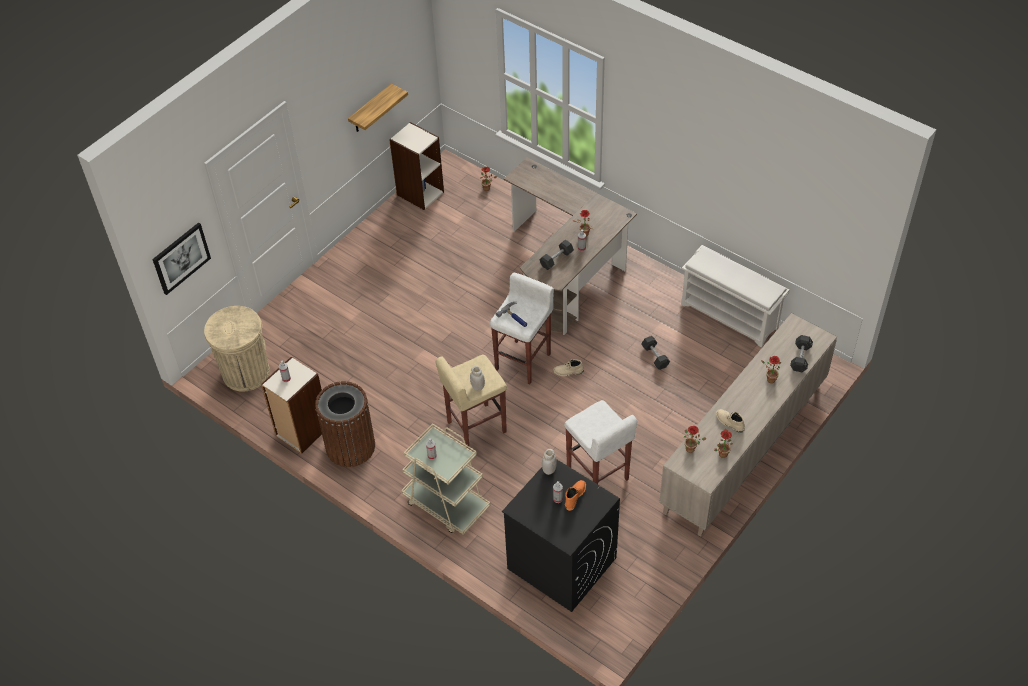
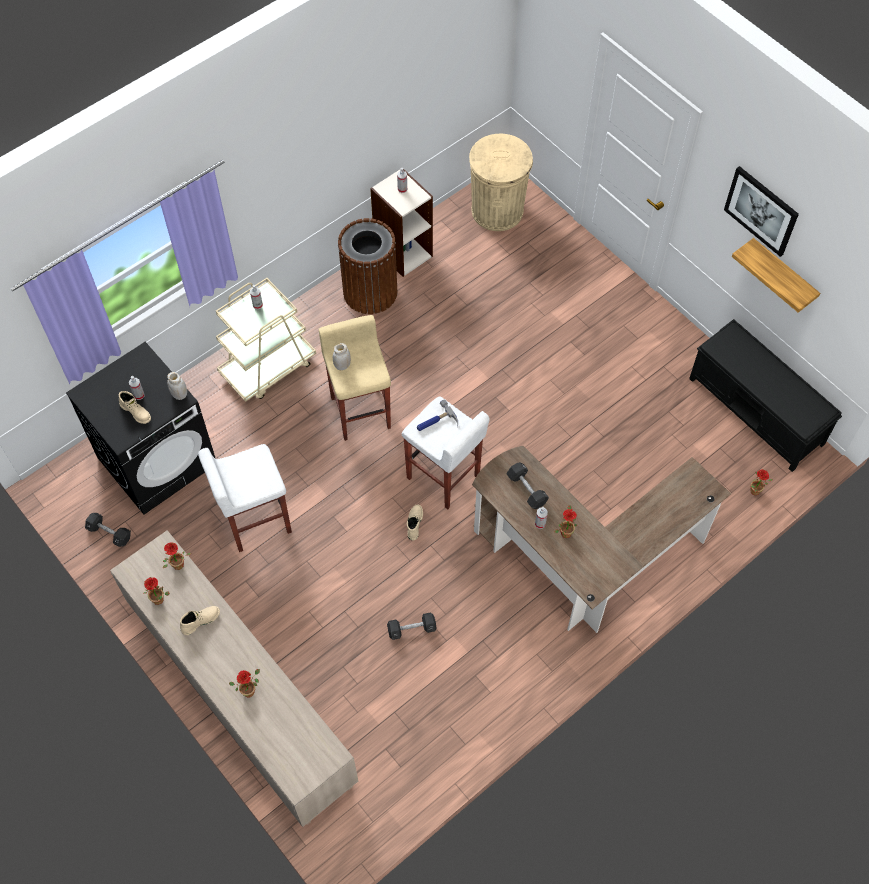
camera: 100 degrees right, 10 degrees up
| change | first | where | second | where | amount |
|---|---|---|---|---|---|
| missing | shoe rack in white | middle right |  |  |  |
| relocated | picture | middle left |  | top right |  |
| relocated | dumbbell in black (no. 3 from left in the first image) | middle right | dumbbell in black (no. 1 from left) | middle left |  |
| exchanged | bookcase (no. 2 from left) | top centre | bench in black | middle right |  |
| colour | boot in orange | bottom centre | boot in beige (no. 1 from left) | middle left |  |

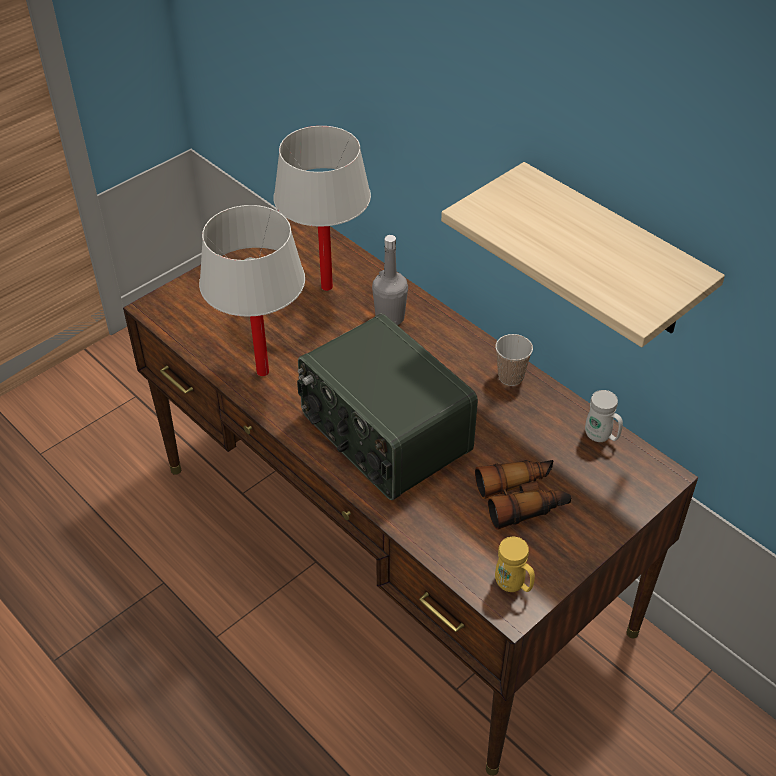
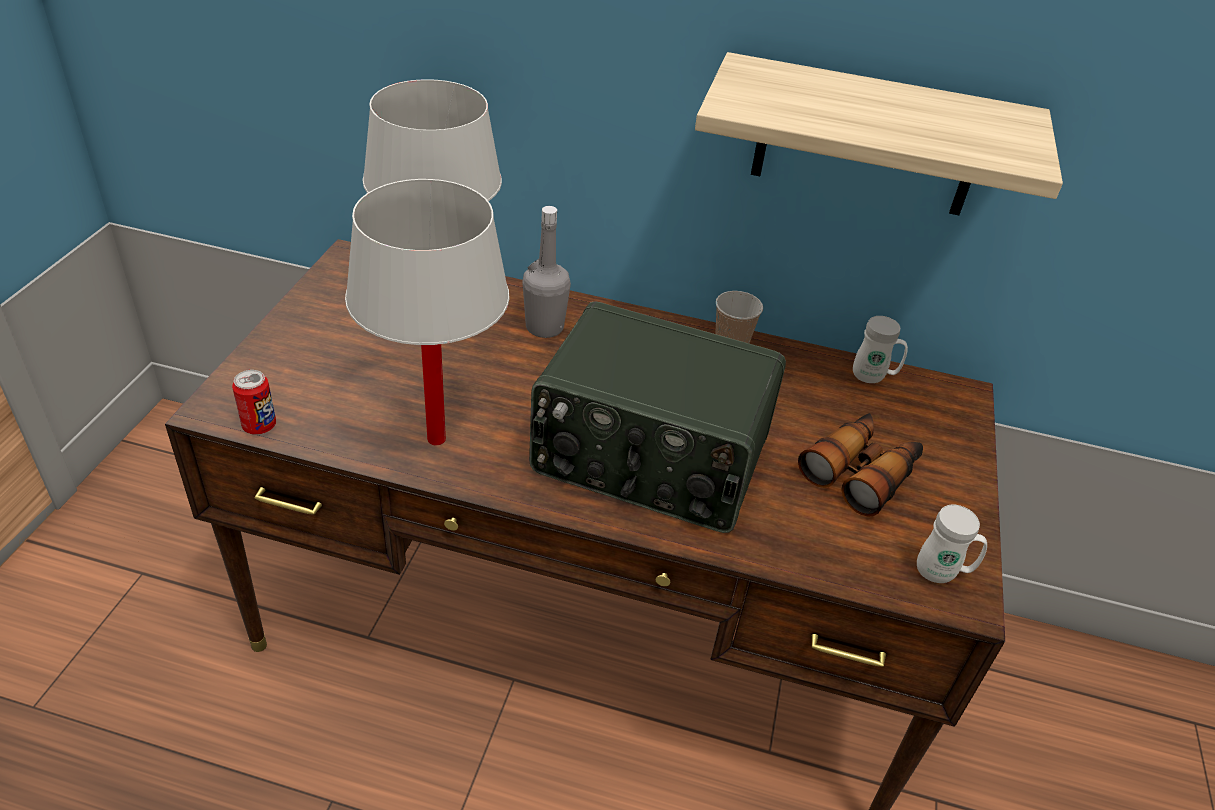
camera: 35 degrees left, 5 degrees down
| change | first | where | second | where | amount |
|---|---|---|---|---|---|
| appeared |  |  | can | middle left |  |
| colour | mug in yellow | bottom centre | mug in white (no. 2 from left) | bottom right |  |

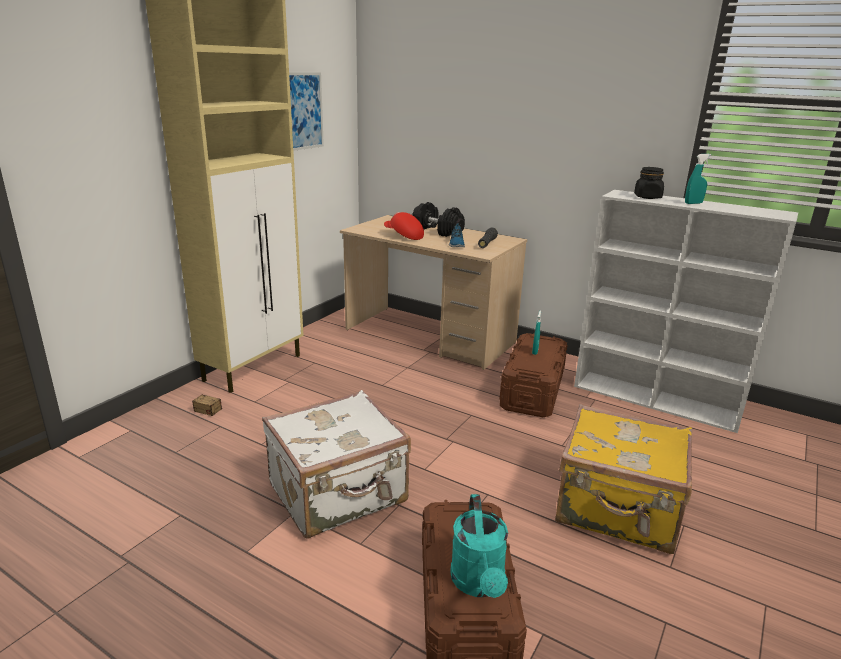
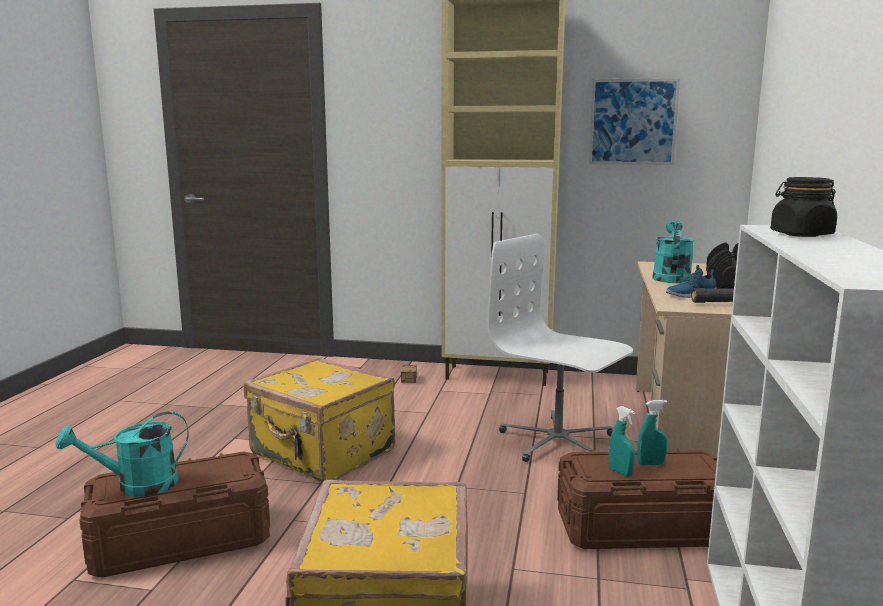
camera: 70 degrees right, 10 degrees down
| change | first | where | second | where | amount |
|---|---|---|---|---|---|
| appeared |  |  | office chair in white | centre |  |
| relocated | spray bottle in turquoise (no. 2 from left in the first image) | top right | spray bottle in turquoise (no. 1 from left) | bottom right |  |
| exchanged | cap in red | centre | watering can in turquoise (no. 2 from left) | middle right |  |
| colour | suitcase in white | bottom centre | suitcase in yellow (no. 1 from left) | bottom centre |  |

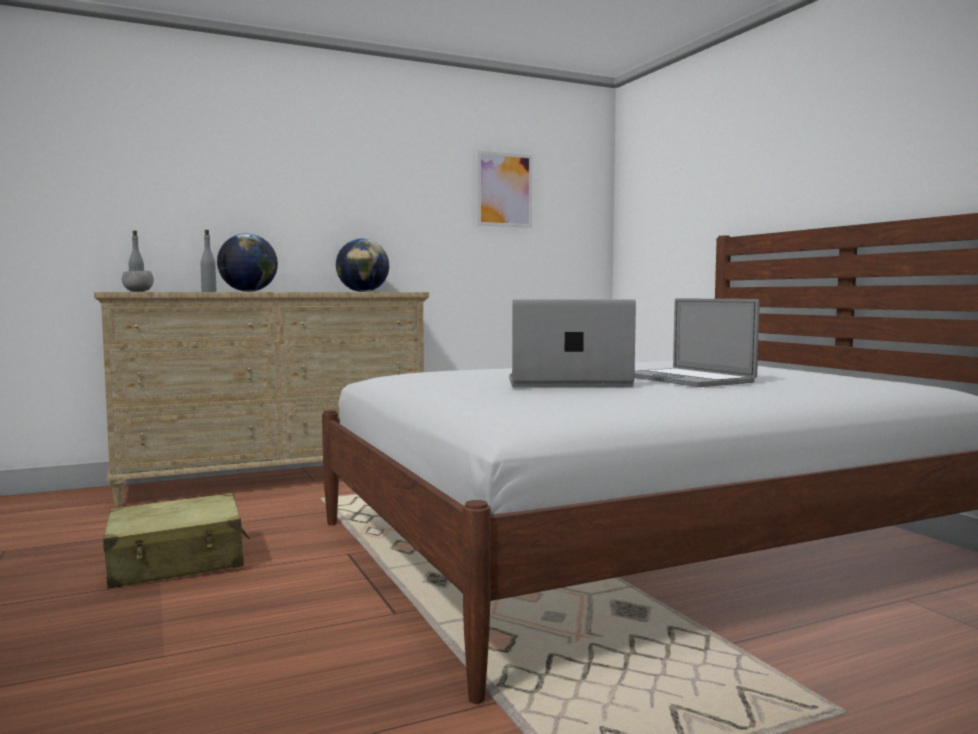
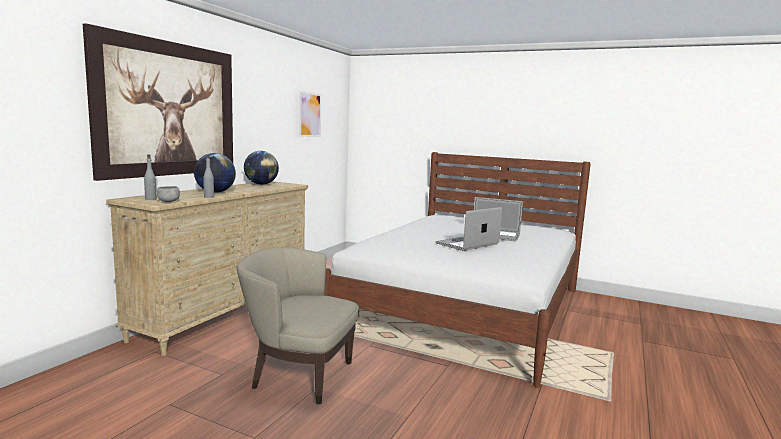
camera: 40 degrees left, 5 degrees up
| change | first | where | second | where | amount |
|---|---|---|---|---|---|
| appeared |  |  | picture (no. 1 from left) | top left |  |
| exchanged | suitcase in beige | bottom left | armchair in beige | bottom centre |  |

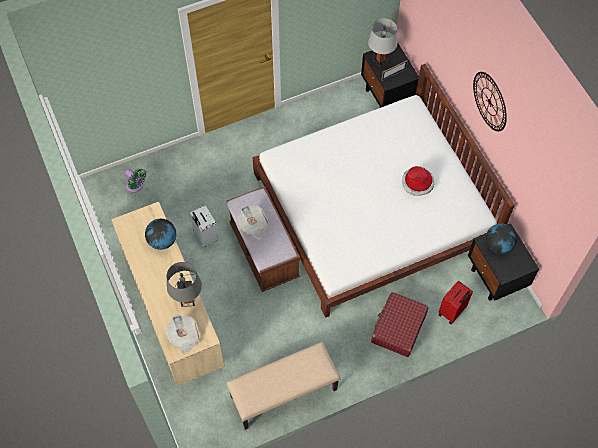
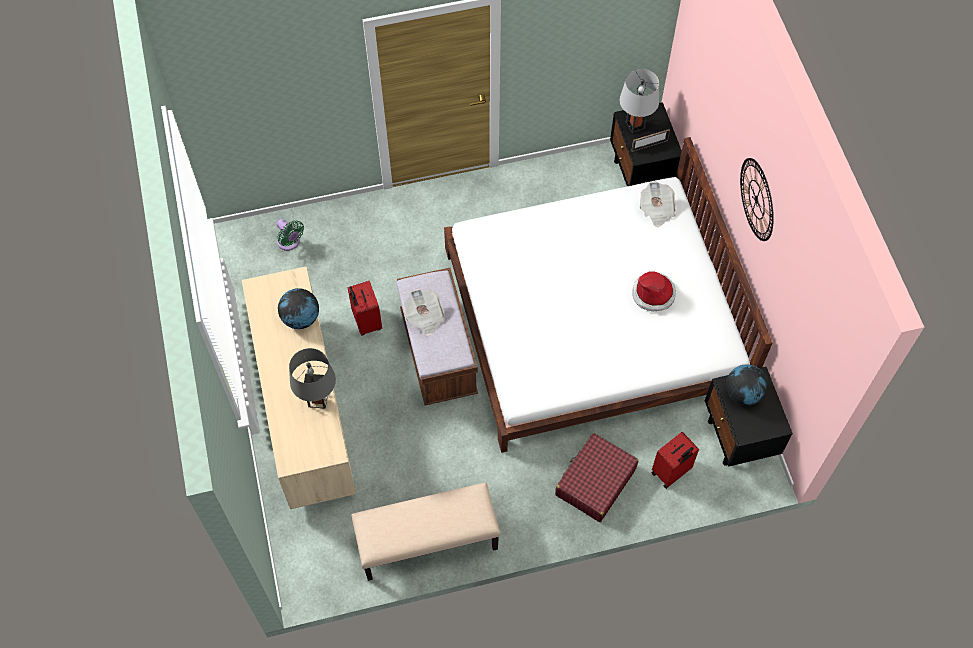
camera: 10 degrees right, 0 degrees up
| change | first | where | second | where | amount |
|---|---|---|---|---|---|
| relocated | newspaper (no. 1 from left in the first image) | bottom left | newspaper (no. 2 from left) | top right |  |
| colour | suitcase in white | centre | suitcase in red (no. 1 from left) | centre |  |

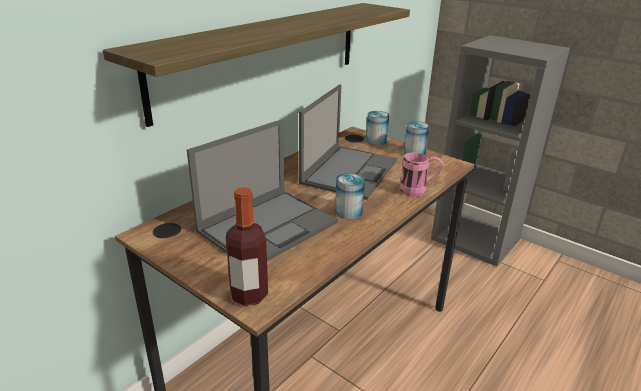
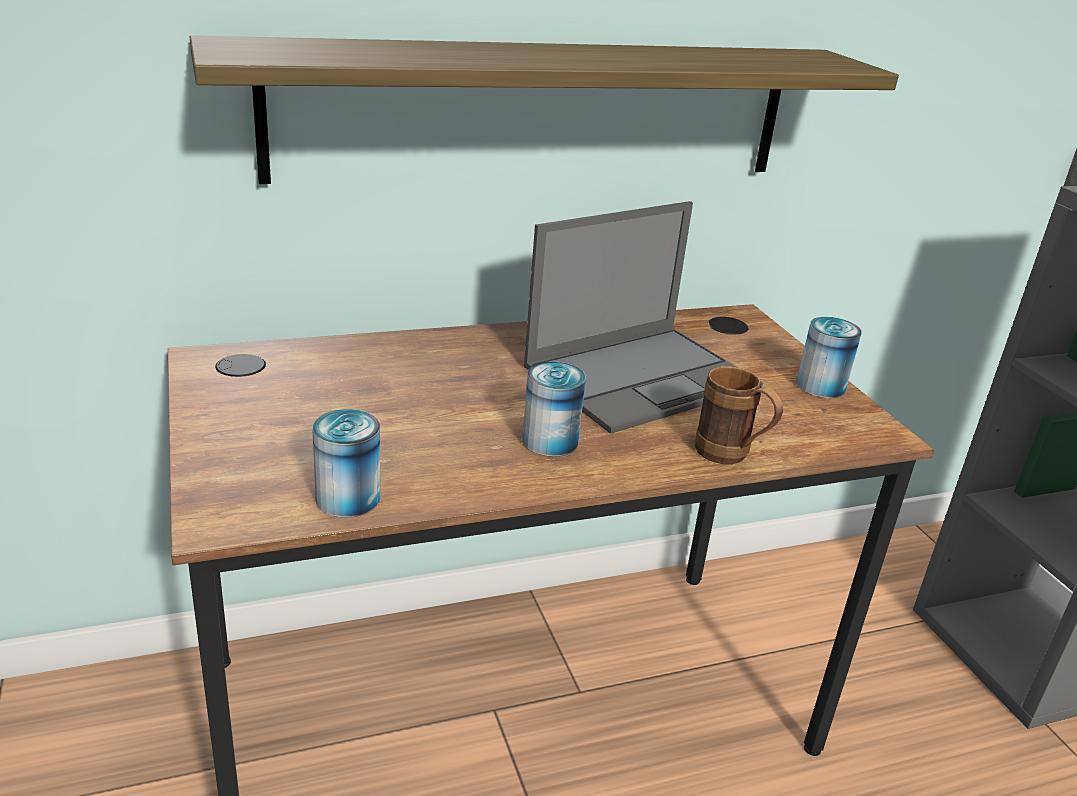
camera: 30 degrees right, 0 degrees up
| change | first | where | second | where | amount |
|---|---|---|---|---|---|
| missing | laptop (no. 1 from left) | centre |  |  |  |
| missing | bottle | centre |  |  |  |
| relocated | can (no. 2 from left in the first image) | top centre | can (no. 1 from left) | middle left |  |
| colour | mug in pink | centre | mug in brown | middle right |  |

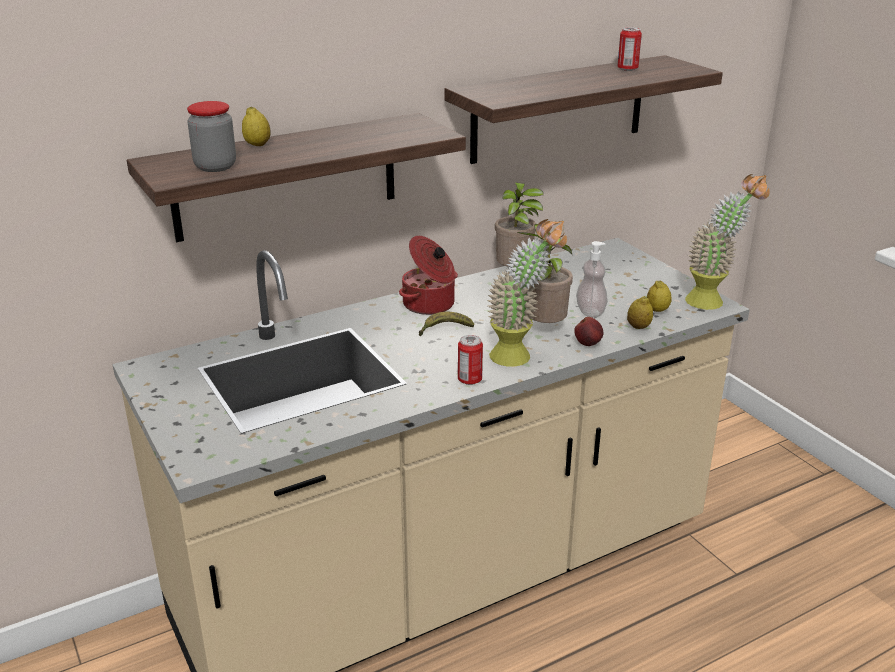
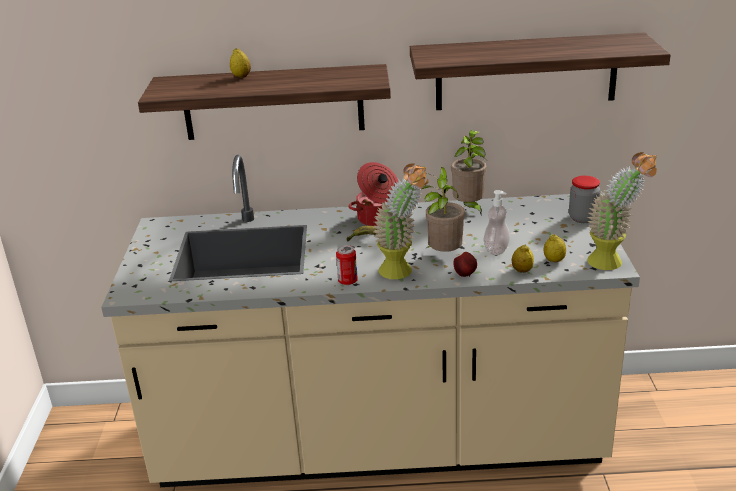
camera: 30 degrees right, 0 degrees up
| change | first | where | second | where | amount |
|---|---|---|---|---|---|
| missing | can (no. 2 from left) | top right |  |  |  |
| relocated | jar | top left |  | middle right |  |

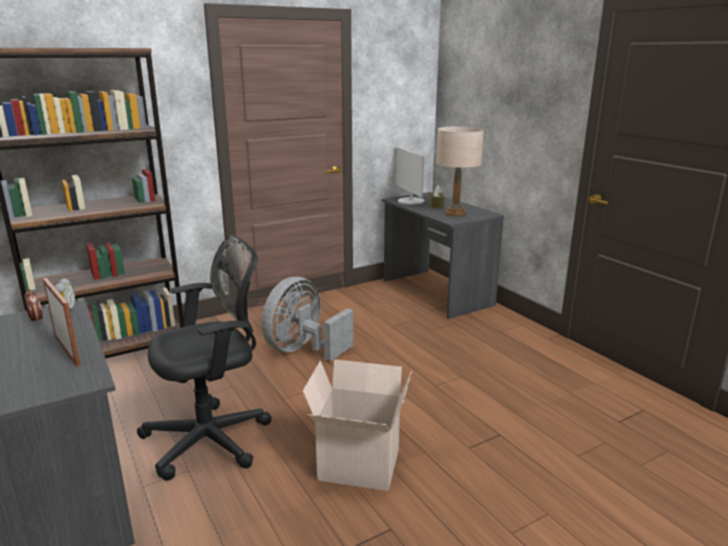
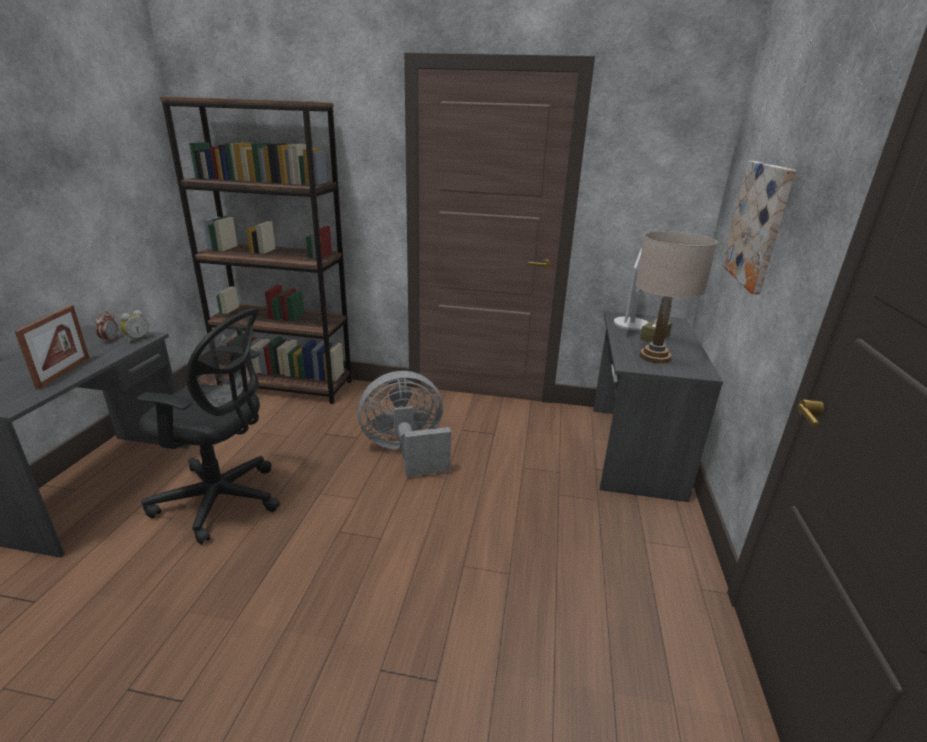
camera: 40 degrees right, 5 degrees up
| change | first | where | second | where | amount |
|---|---|---|---|---|---|
| missing | cardboard box | bottom centre |  |  |  |
| appeared |  |  | picture | top right |  |

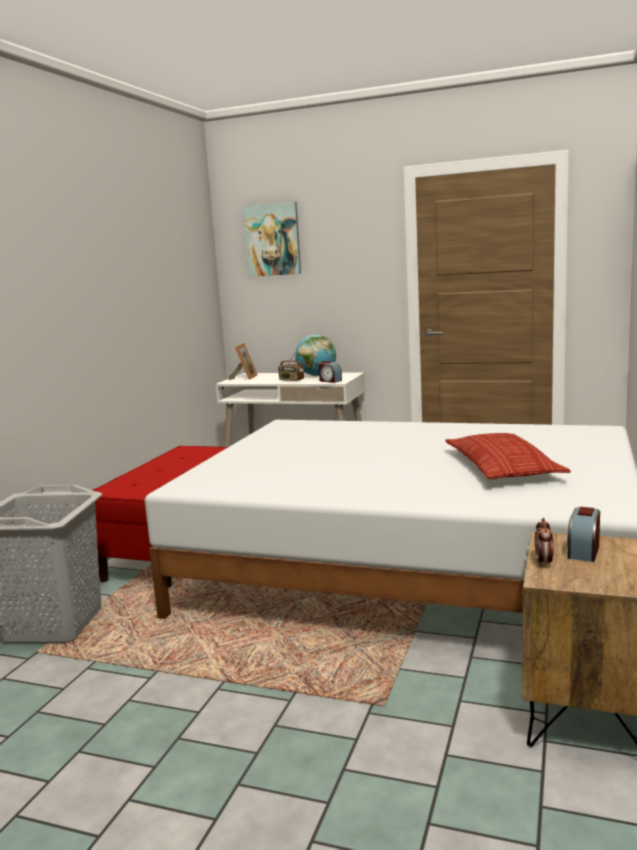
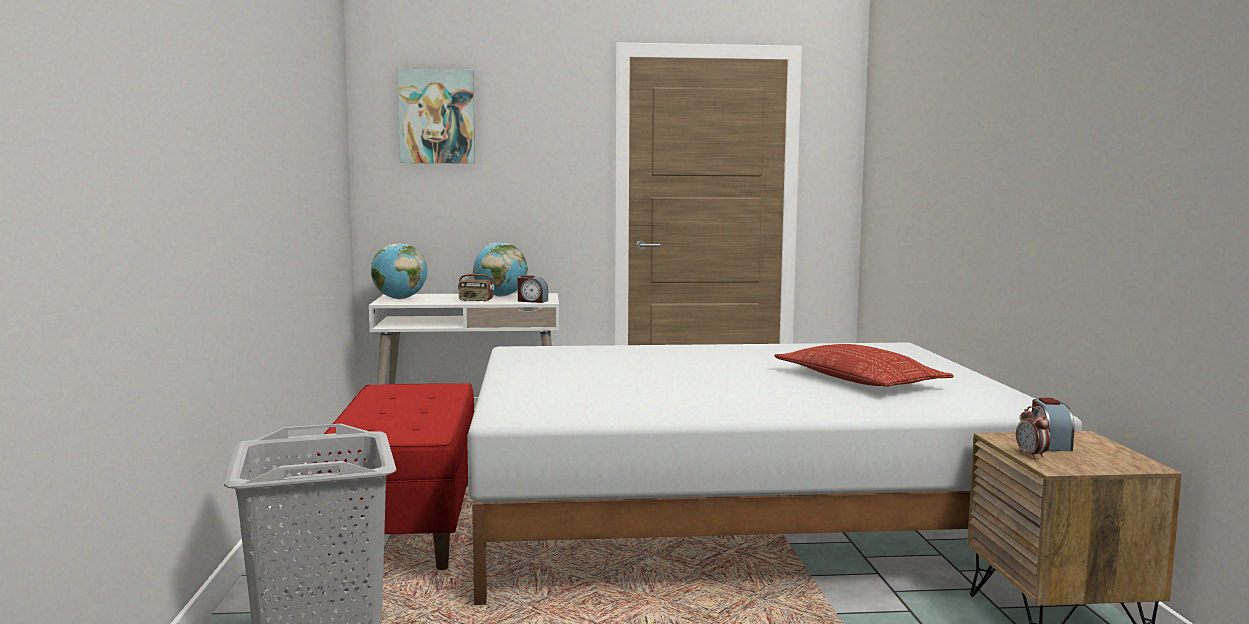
camera: 25 degrees left, 5 degrees down
| change | first | where | second | where | amount |
|---|---|---|---|---|---|
| exchanged | picture frame | centre | globe (no. 1 from left) | middle left |  |

